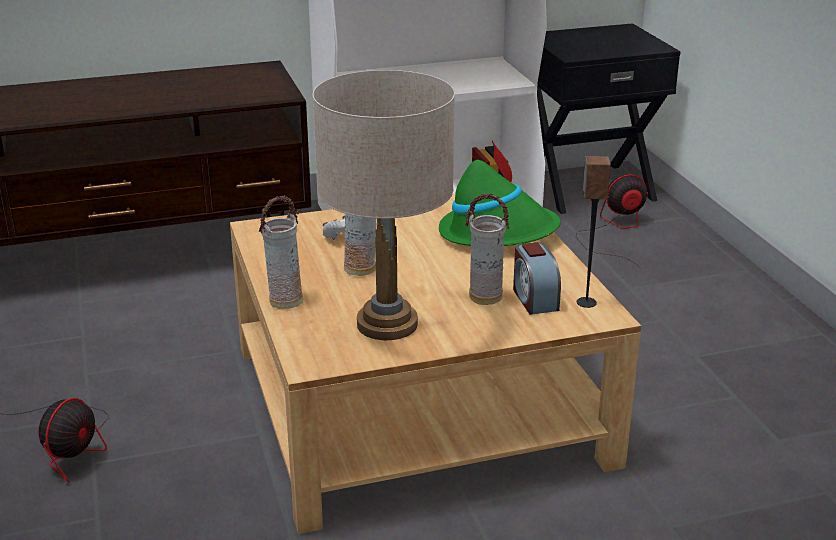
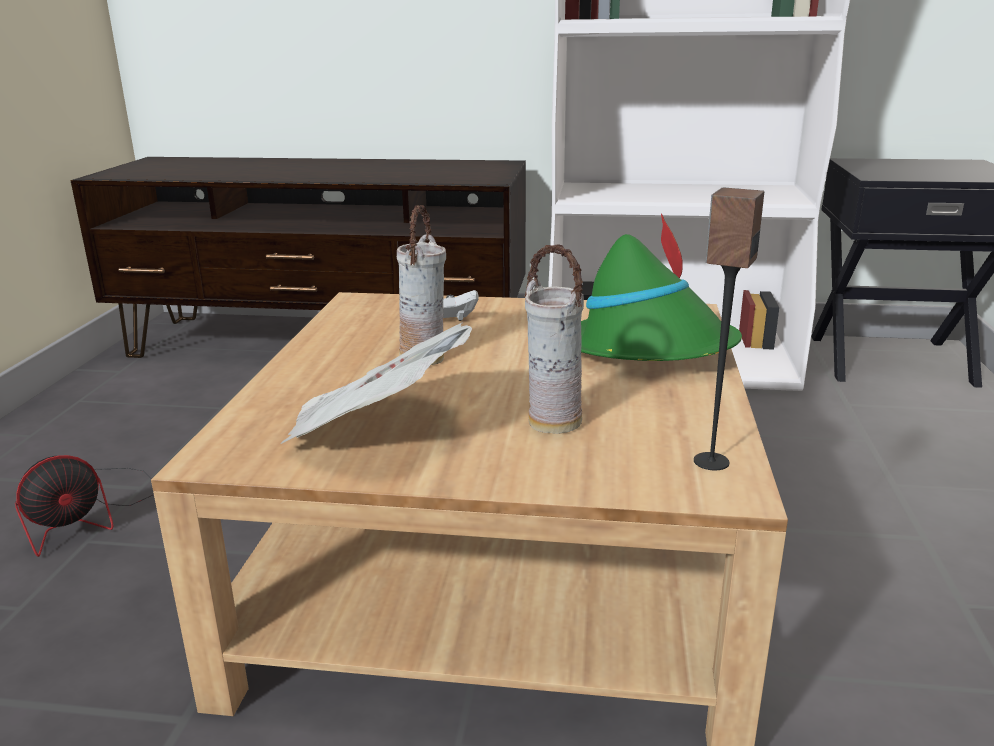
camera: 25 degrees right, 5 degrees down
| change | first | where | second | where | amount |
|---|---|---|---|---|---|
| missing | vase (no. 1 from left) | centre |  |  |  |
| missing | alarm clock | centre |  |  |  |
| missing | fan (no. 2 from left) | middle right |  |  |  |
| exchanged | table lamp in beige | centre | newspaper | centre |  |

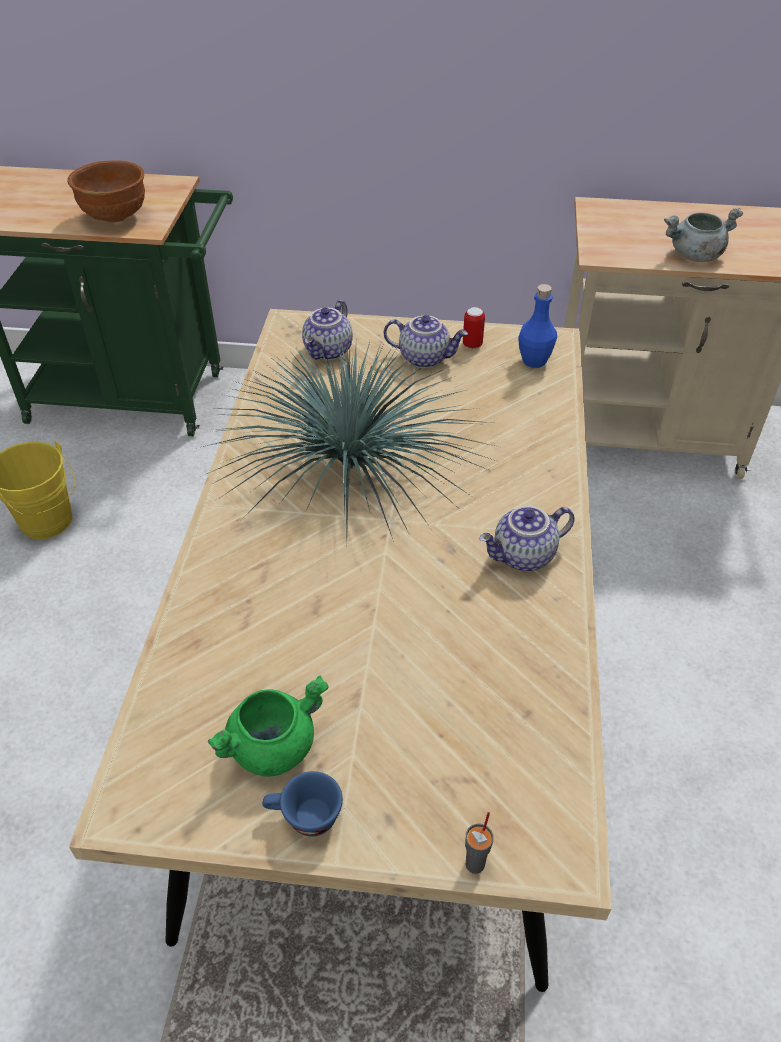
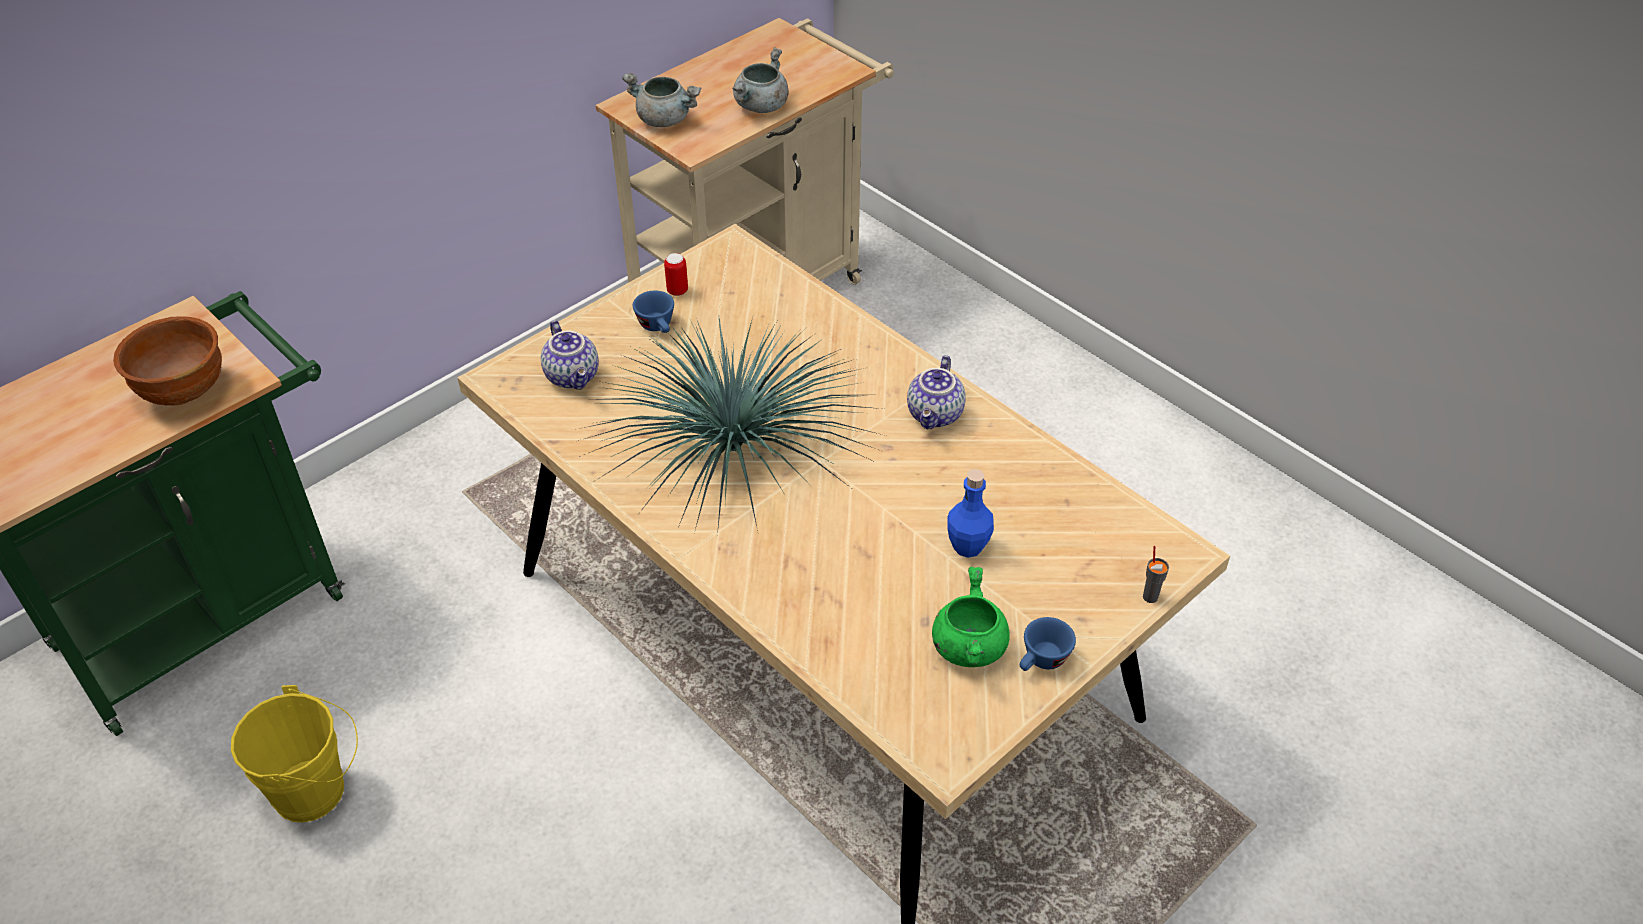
camera: 50 degrees left, 0 degrees up
| change | first | where | second | where | amount |
|---|---|---|---|---|---|
| appeared |  |  | cooking pot in grey (no. 1 from left) | top centre |  |
| relocated | bottle in blue | top right |  | centre |  |
| exchanged | teapot (no. 2 from left) | top centre | cup in blue (no. 1 from left) | centre |  |

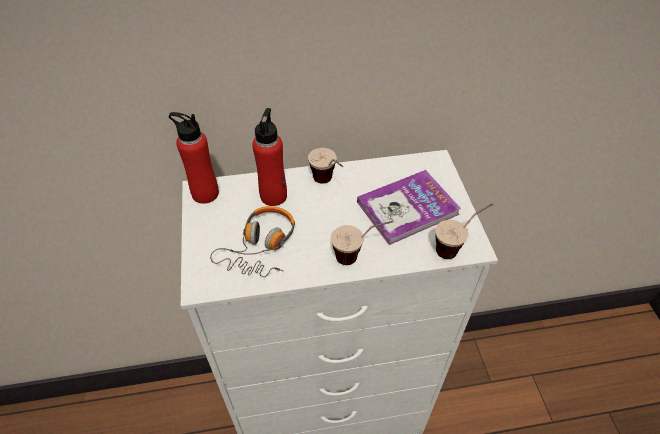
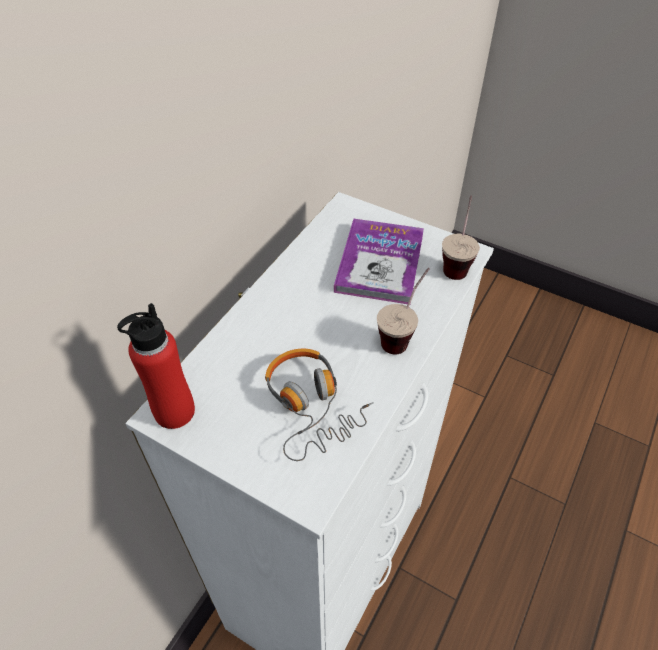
camera: 50 degrees left, 0 degrees up
| change | first | where | second | where | amount |
|---|---|---|---|---|---|
| missing | bottle in red (no. 2 from left) | centre |  |  |  |
| missing | cup (no. 1 from left) | centre |  |  |  |

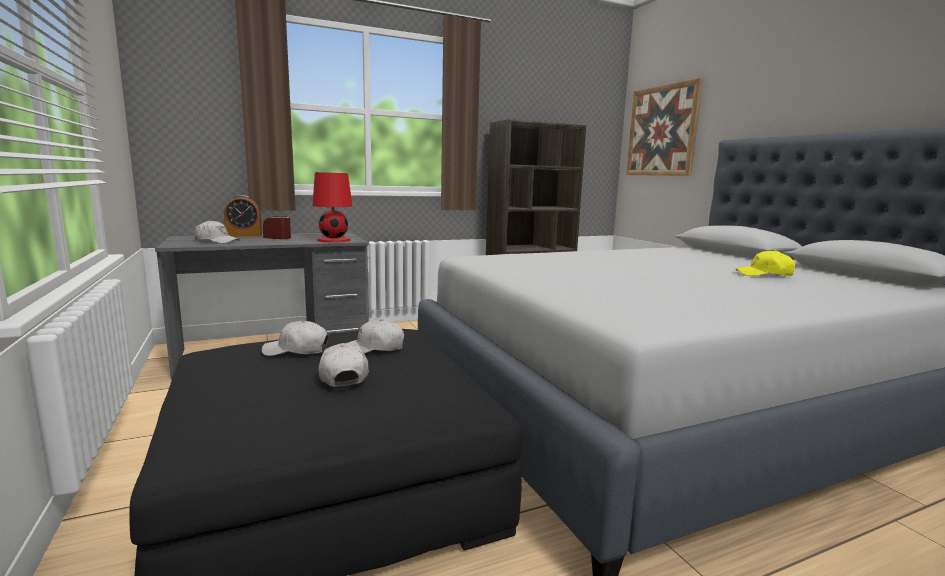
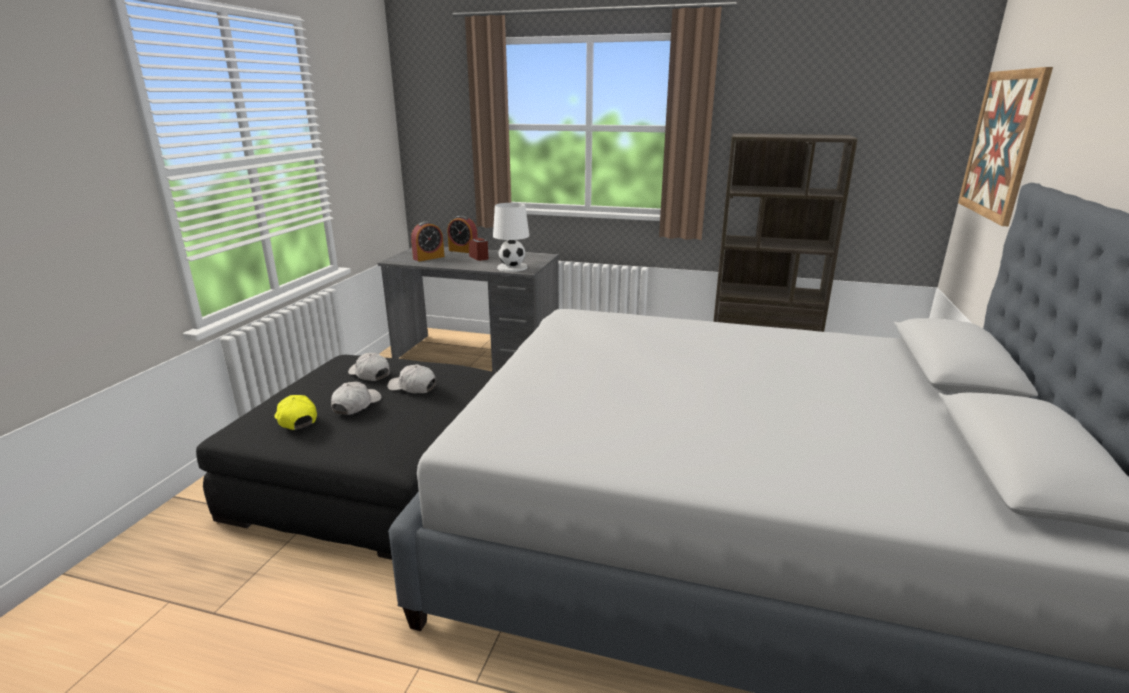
camera: 40 degrees right, 10 degrees up
| change | first | where | second | where | amount |
|---|---|---|---|---|---|
| relocated | cap in yellow | middle right |  | middle left |  |
| exchanged | cap in white (no. 1 from left) | middle left | alarm clock (no. 1 from left) | centre |  |
| colour | table lamp in red | centre | table lamp in white | centre |  |

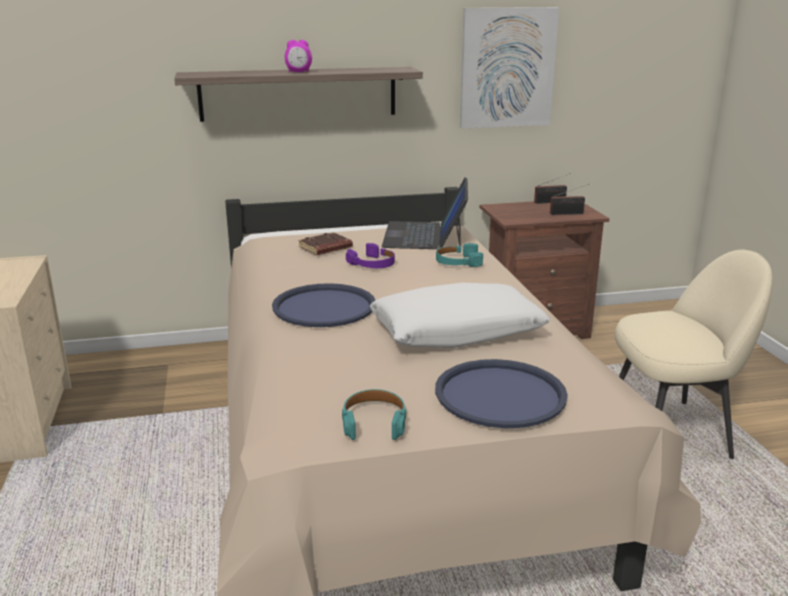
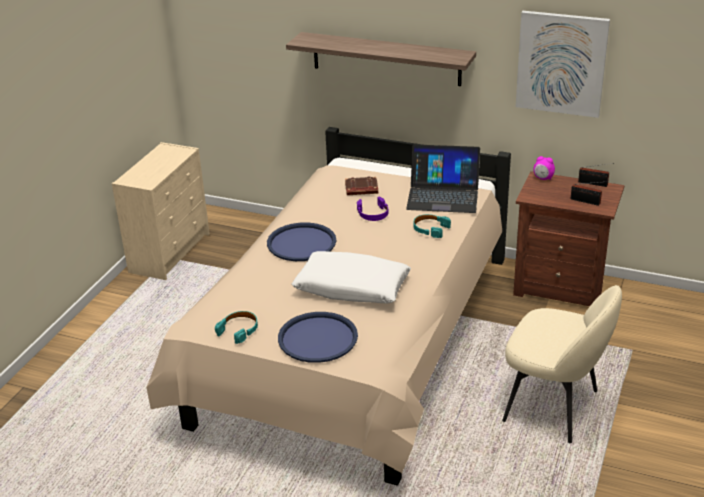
camera: 35 degrees right, 10 degrees up
| change | first | where | second | where | amount |
|---|---|---|---|---|---|
| relocated | alarm clock | top centre |  | middle right |  |
| spun | laptop | centre |  | centre | 120 degrees counterclockwise |

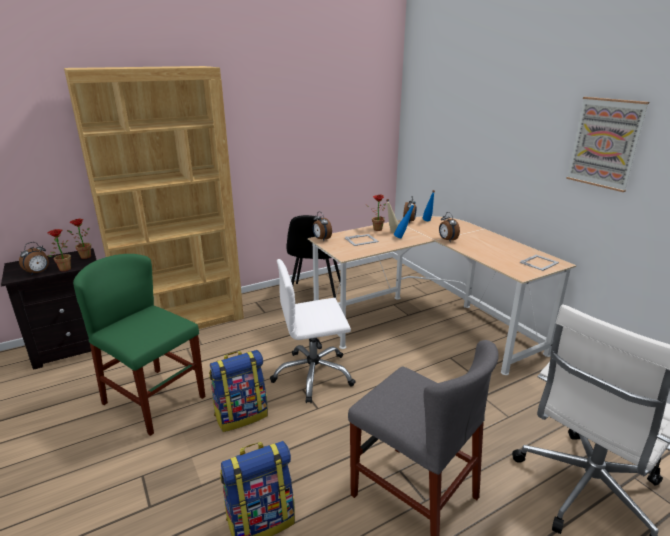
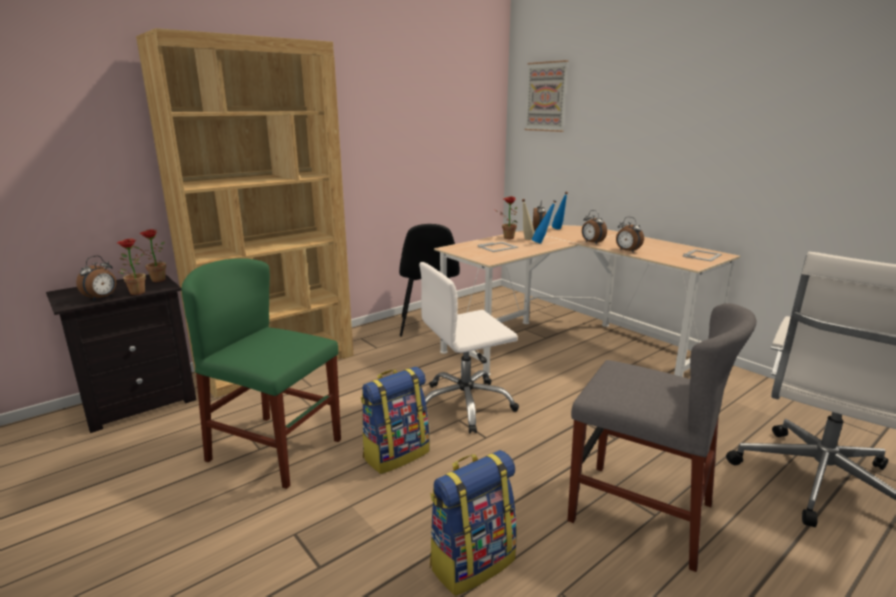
camera: 10 degrees left, 5 degrees down
| change | first | where | second | where | amount |
|---|---|---|---|---|---|
| relocated | alarm clock (no. 2 from left in the first image) | centre | alarm clock (no. 4 from left) | middle right |  |
| relocated | picture | top right |  | top centre |  |

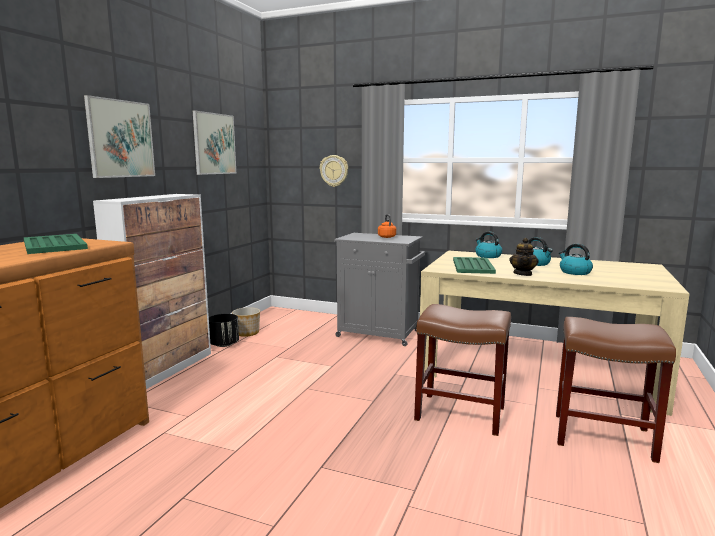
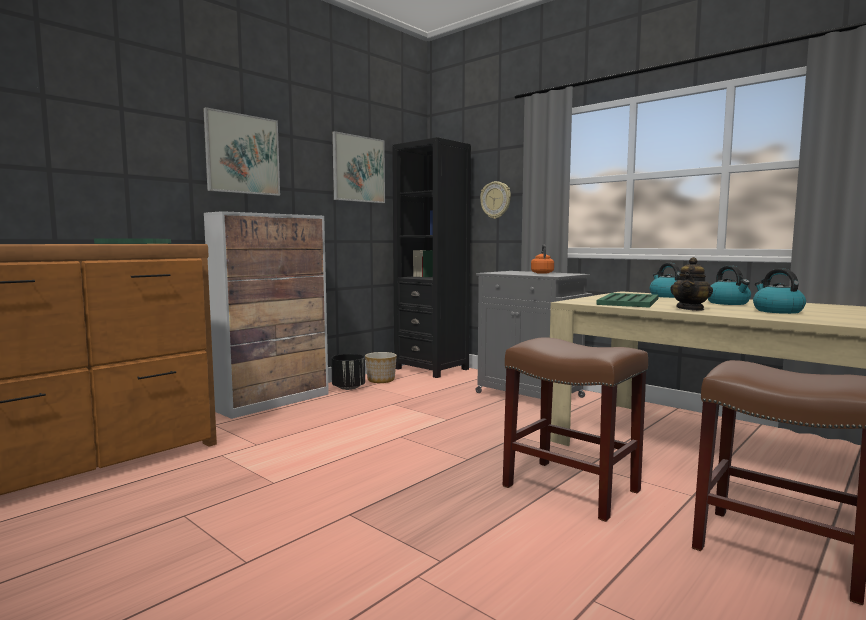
camera: 20 degrees right, 5 degrees down
| change | first | where | second | where | amount |
|---|---|---|---|---|---|
| appeared |  |  | bookcase in black | centre |  |

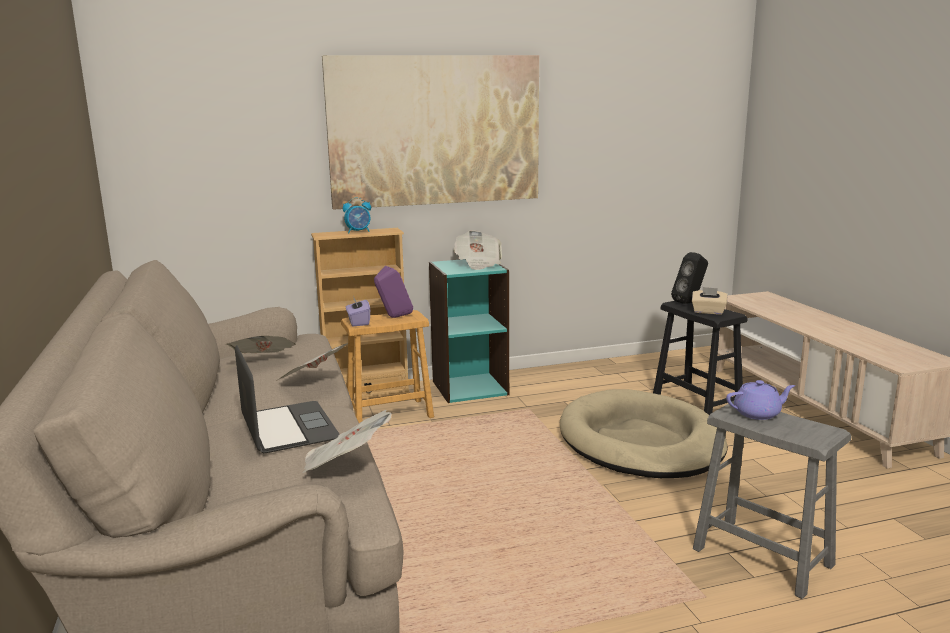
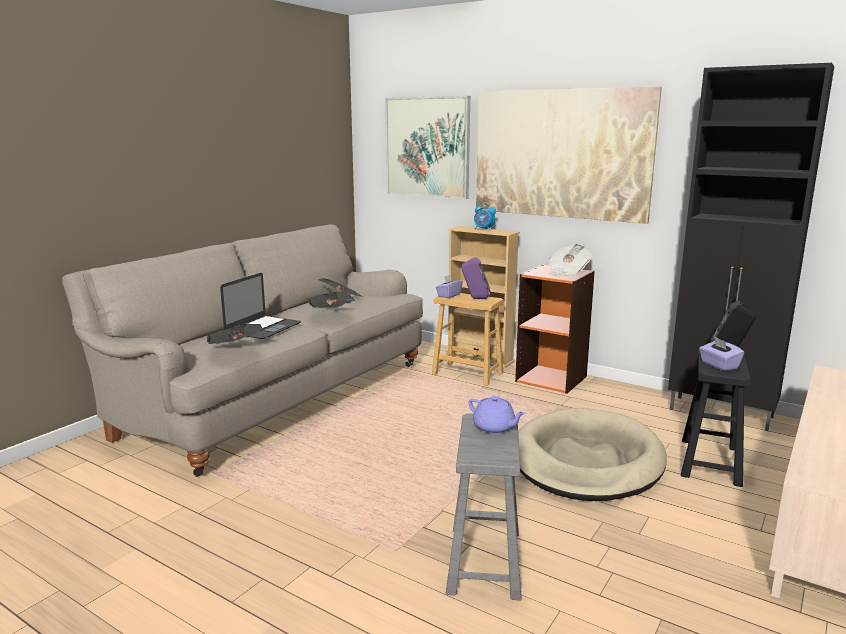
camera: 50 degrees right, 0 degrees up
| change | first | where | second | where | amount |
|---|---|---|---|---|---|
| appeared |  |  | picture (no. 1 from left) | top centre |  |
| appeared |  |  | cabinet in black | middle right |  |
| colour | bookcase in turquoise | centre | bookcase in orange | centre |  |
| colour | tissue box in beige | middle right | tissue box in purple (no. 2 from left) | middle right |  |

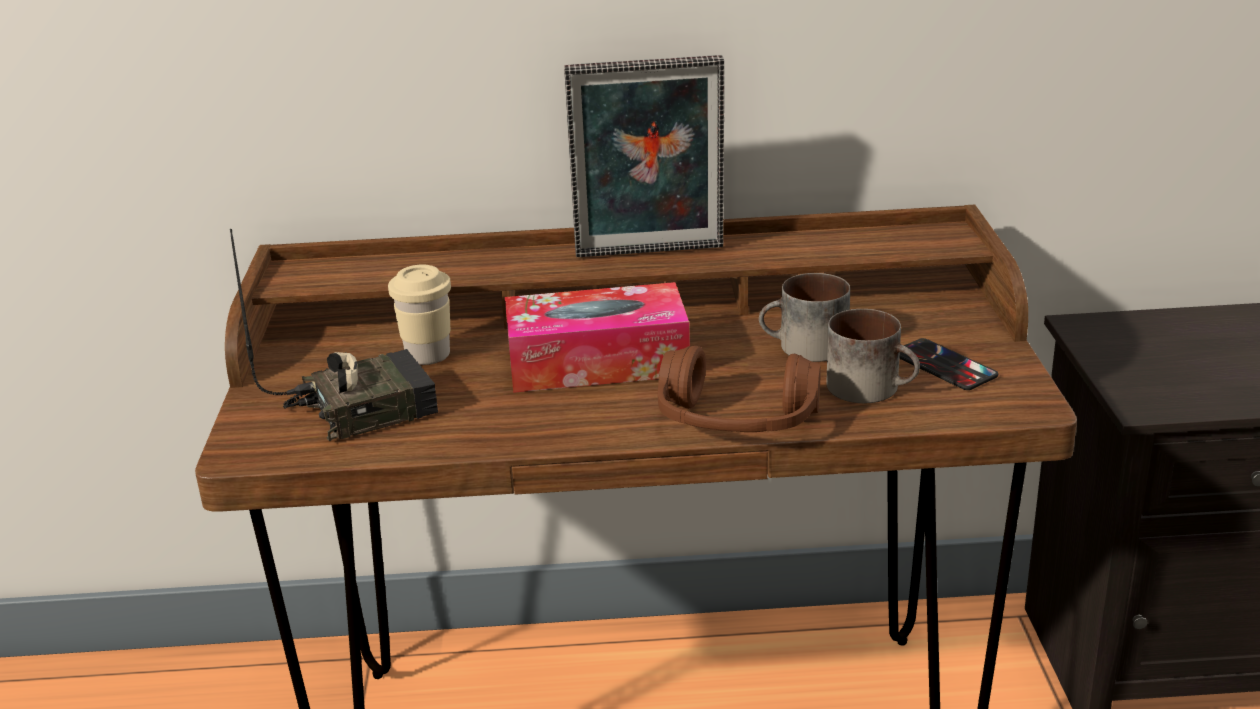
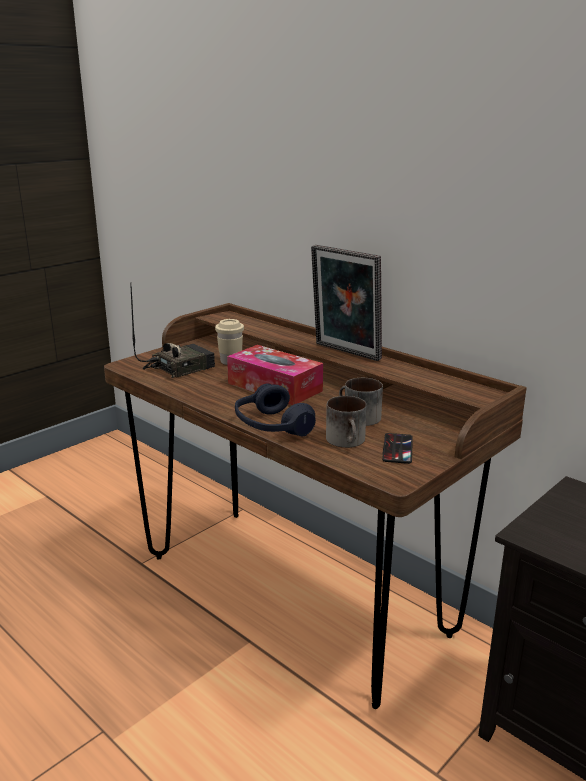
camera: 45 degrees right, 5 degrees down
| change | first | where | second | where | amount |
|---|---|---|---|---|---|
| colour | headphones in brown | centre | headphones in blue | centre |  |
| spun | radio | middle left |  | middle left | 60 degrees counterclockwise |

